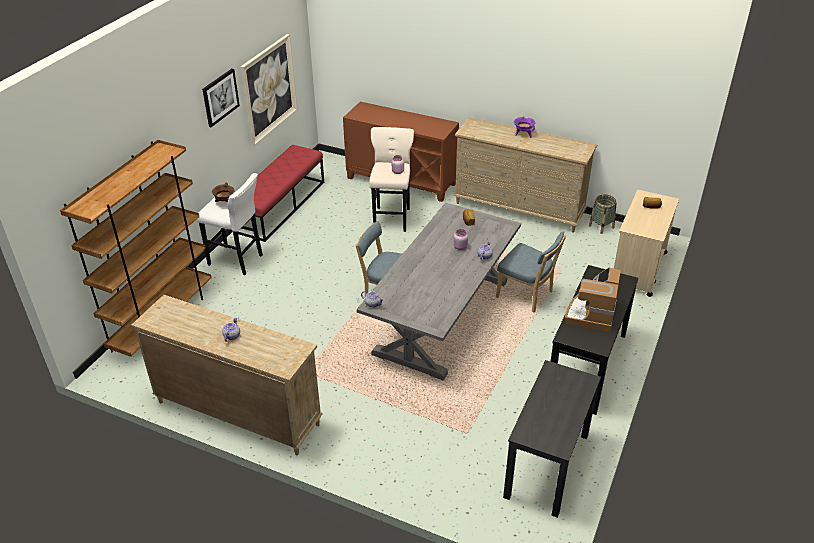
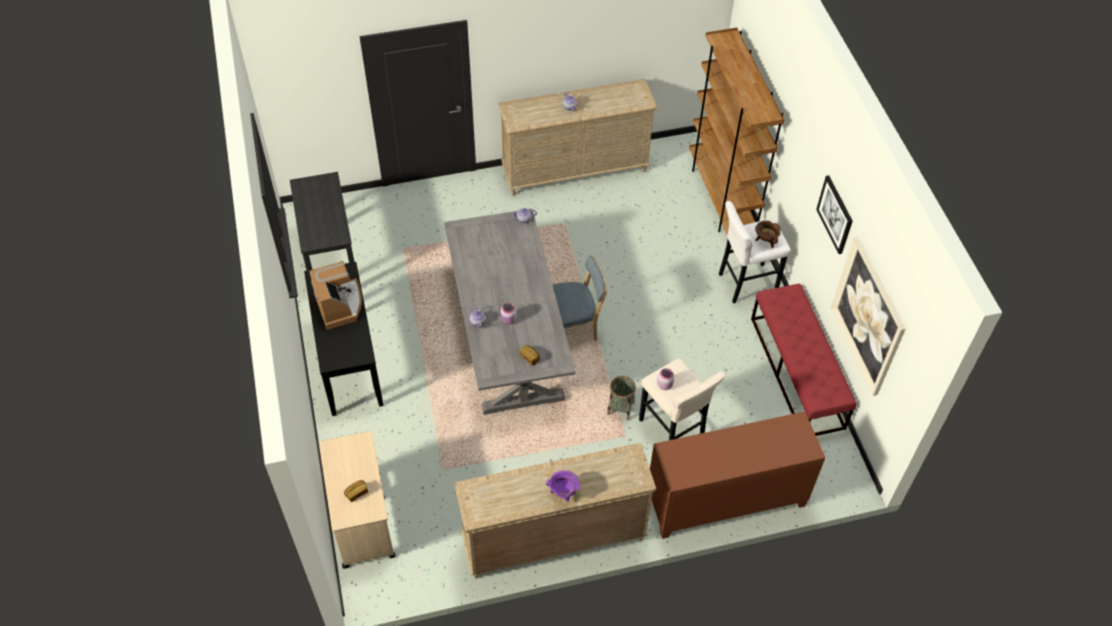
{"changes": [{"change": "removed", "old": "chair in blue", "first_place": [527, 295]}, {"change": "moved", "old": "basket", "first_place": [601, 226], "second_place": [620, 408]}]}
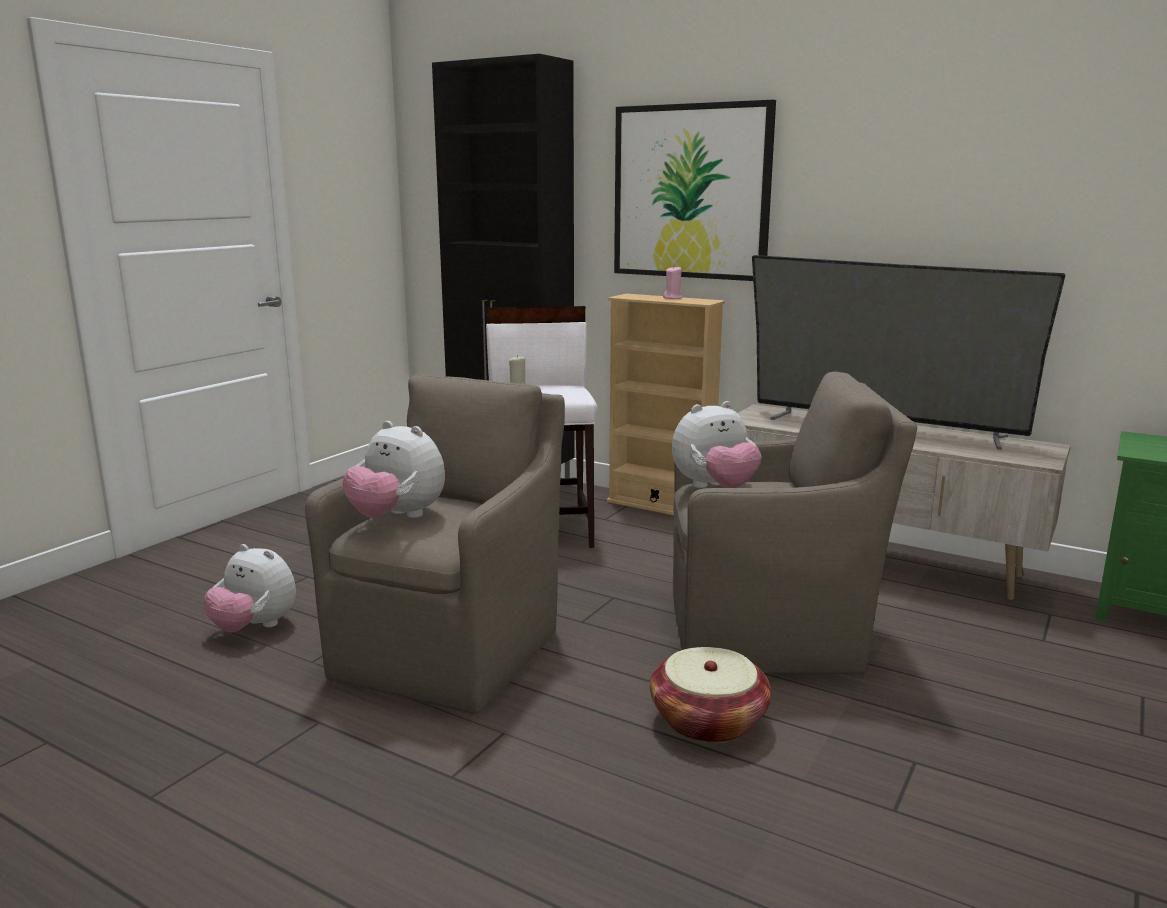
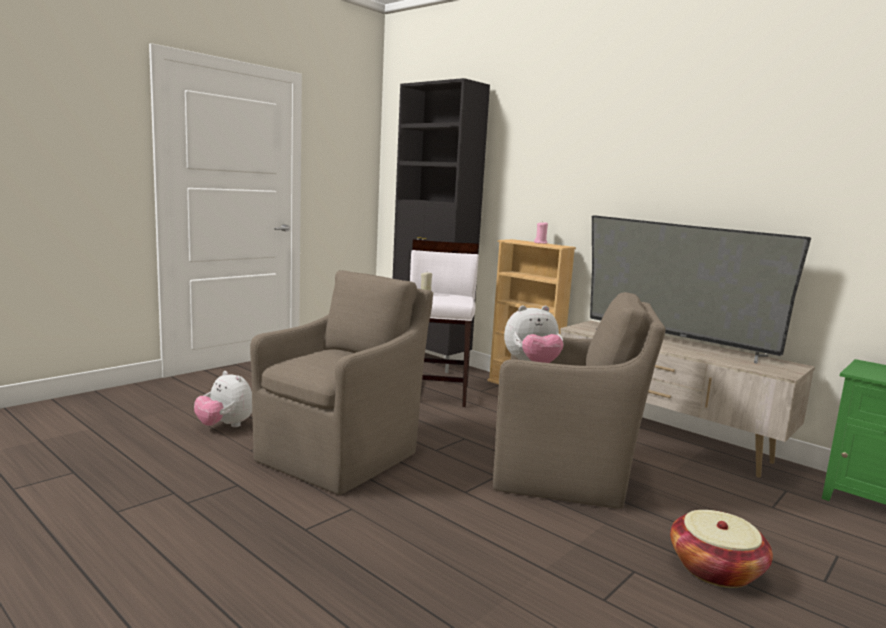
{"changes": [{"change": "removed", "old": "plush toy", "first_place": [397, 517]}, {"change": "removed", "old": "picture", "first_place": [691, 192]}, {"change": "moved", "old": "basket", "first_place": [708, 721], "second_place": [715, 569]}]}
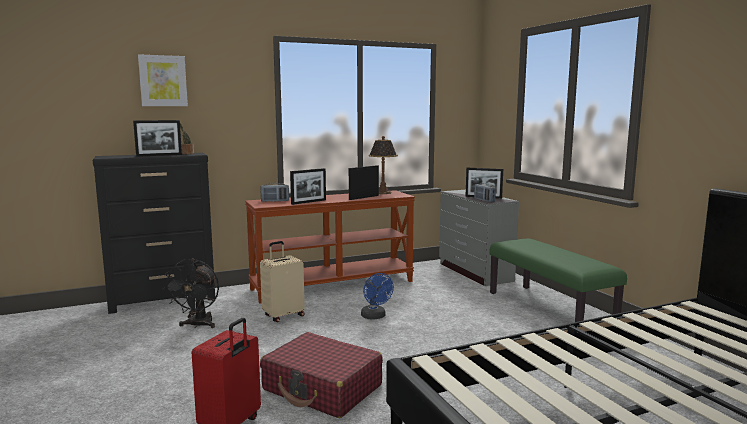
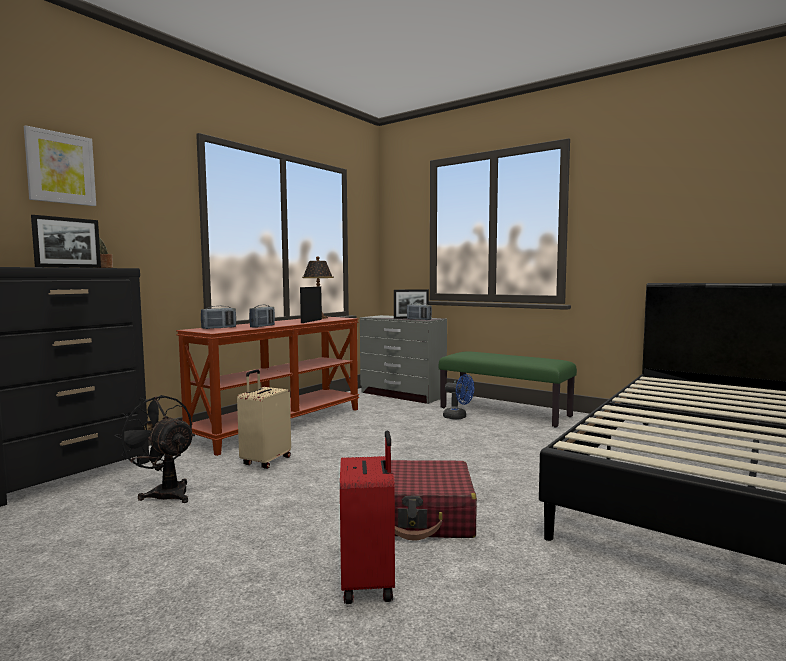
{"changes": [{"change": "turned", "old": "fan in black", "first_place": [198, 325], "second_place": [165, 492], "degrees": 150}, {"change": "replaced", "old": "picture frame", "new": "radio", "first_place": [308, 202], "second_place": [262, 326]}, {"change": "moved", "old": "fan in blue", "first_place": [375, 317], "second_place": [458, 417]}]}
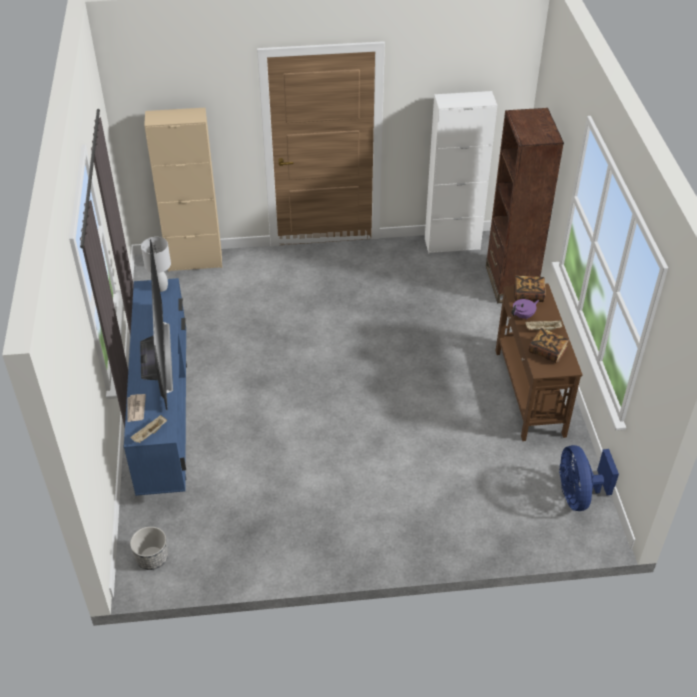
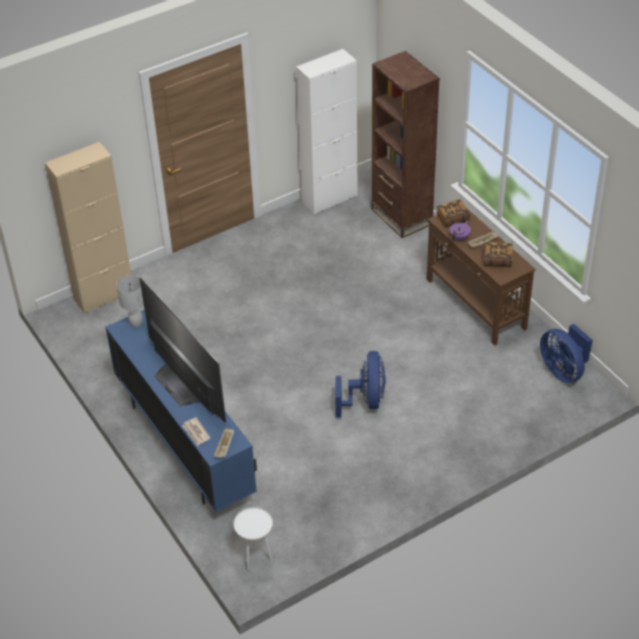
{"changes": [{"change": "replaced", "old": "planter", "new": "side table in white", "first_place": [152, 558], "second_place": [256, 559]}, {"change": "added", "new": "fan in blue", "second_place": [365, 401]}]}
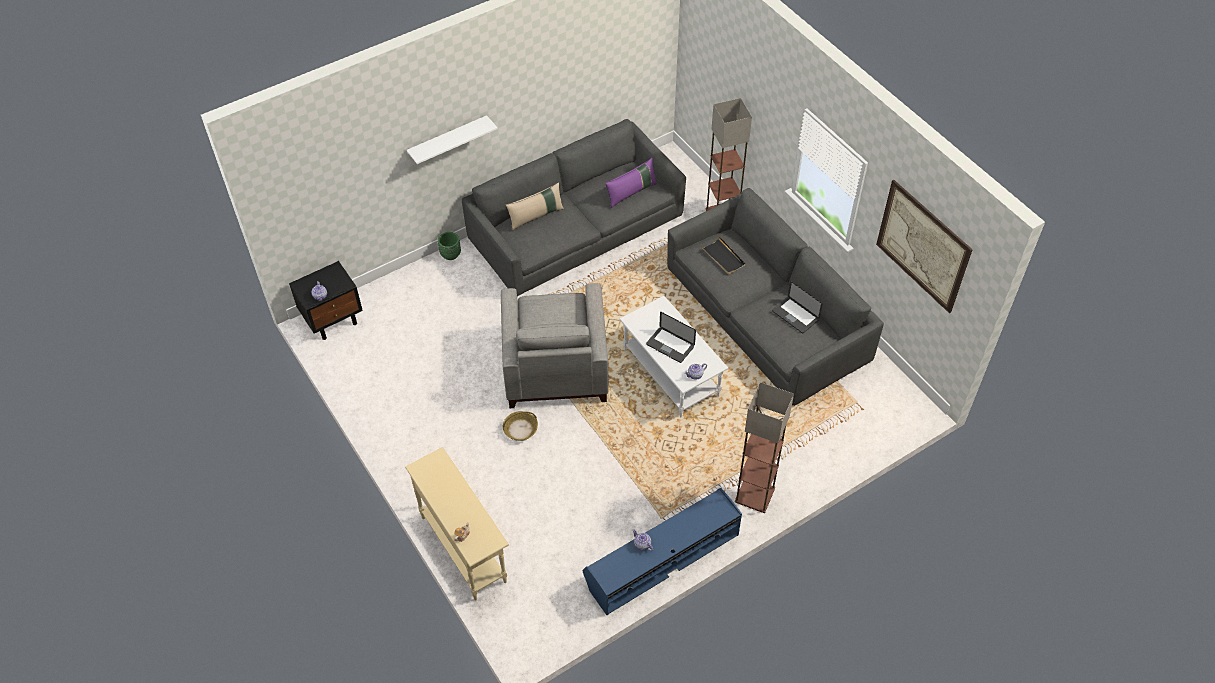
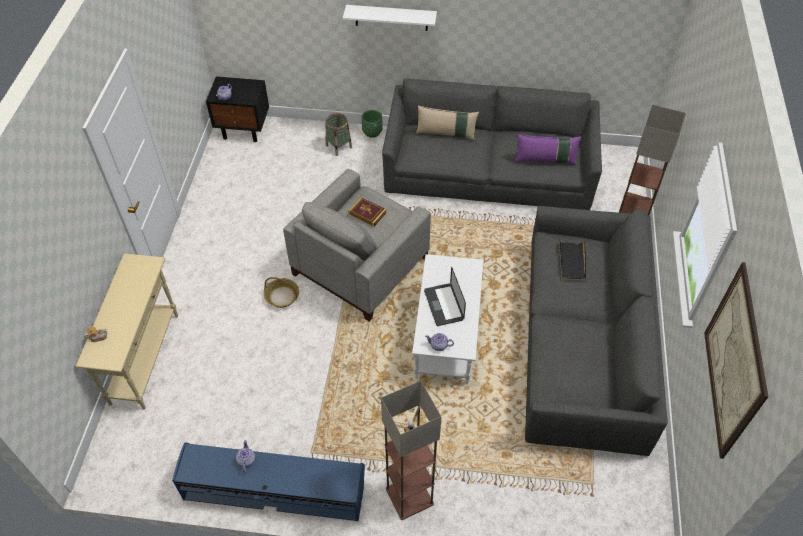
{"changes": [{"change": "removed", "old": "laptop", "first_place": [795, 315]}, {"change": "added", "new": "basket", "second_place": [338, 146]}, {"change": "added", "new": "book", "second_place": [367, 213]}]}
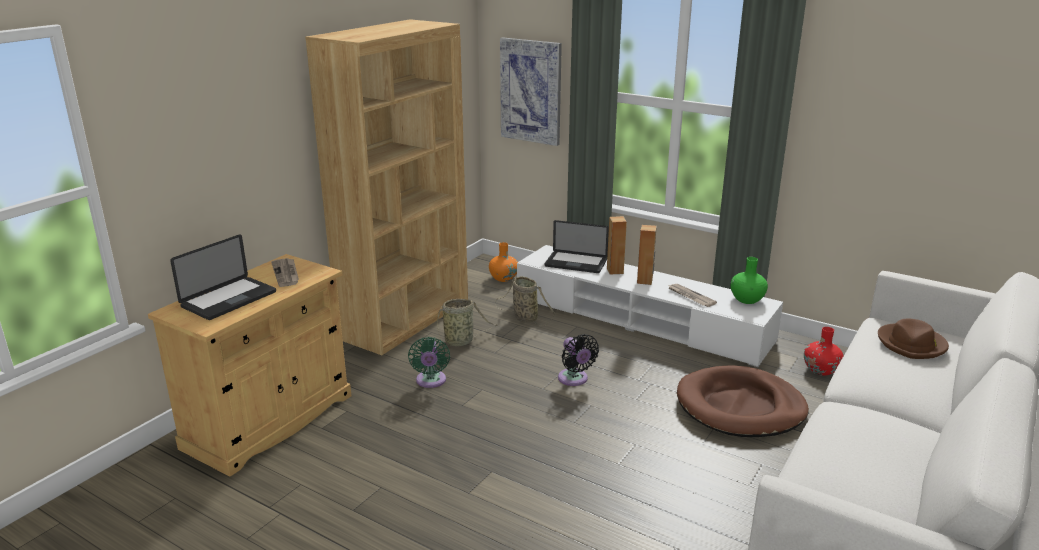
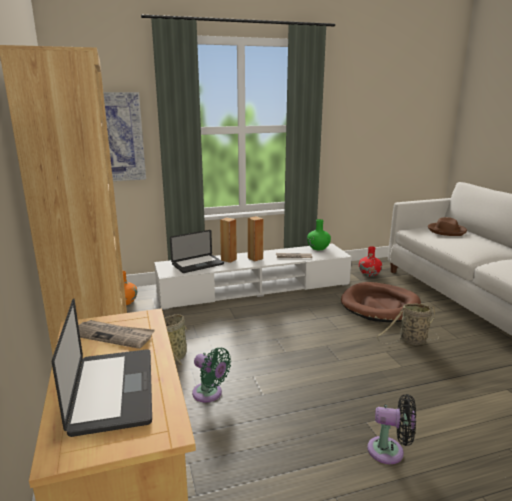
{"changes": [{"change": "moved", "old": "basket", "first_place": [524, 318], "second_place": [411, 341]}, {"change": "moved", "old": "fan in black", "first_place": [574, 379], "second_place": [389, 451]}]}
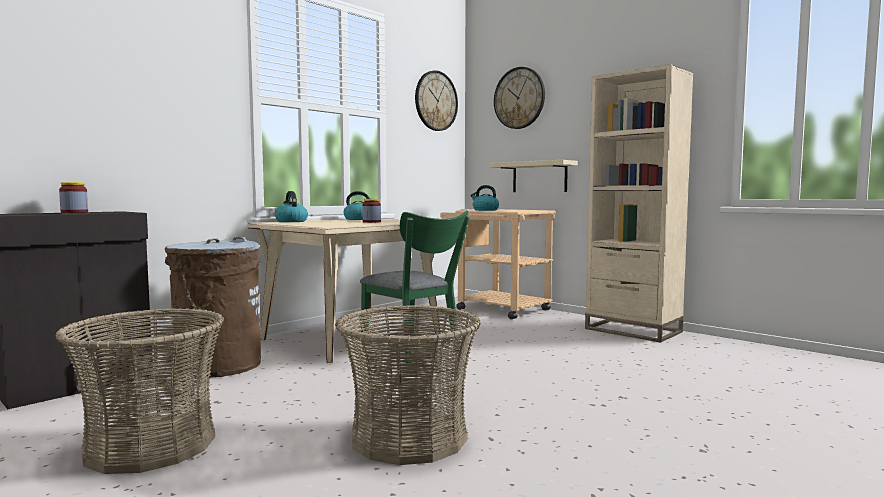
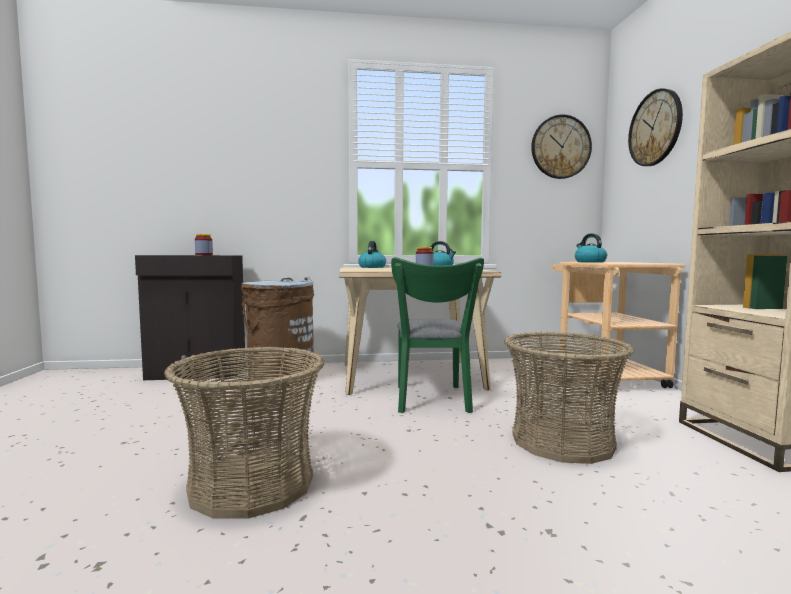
{"changes": [{"change": "moved", "old": "basket", "first_place": [151, 445], "second_place": [562, 441]}, {"change": "removed", "old": "shelf in beige", "first_place": [539, 177]}]}
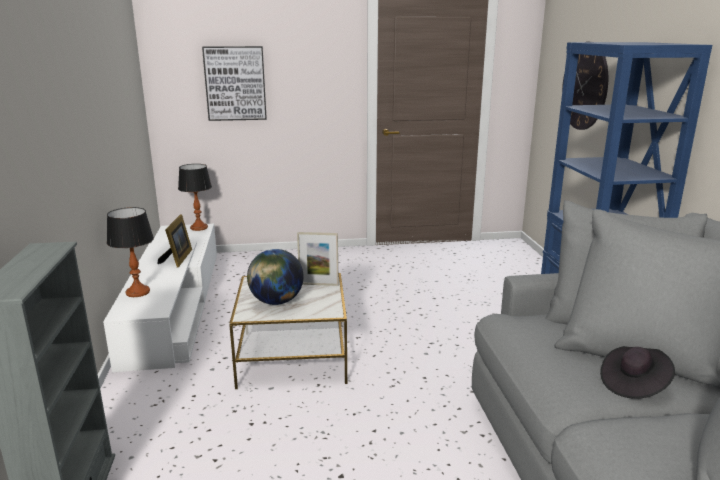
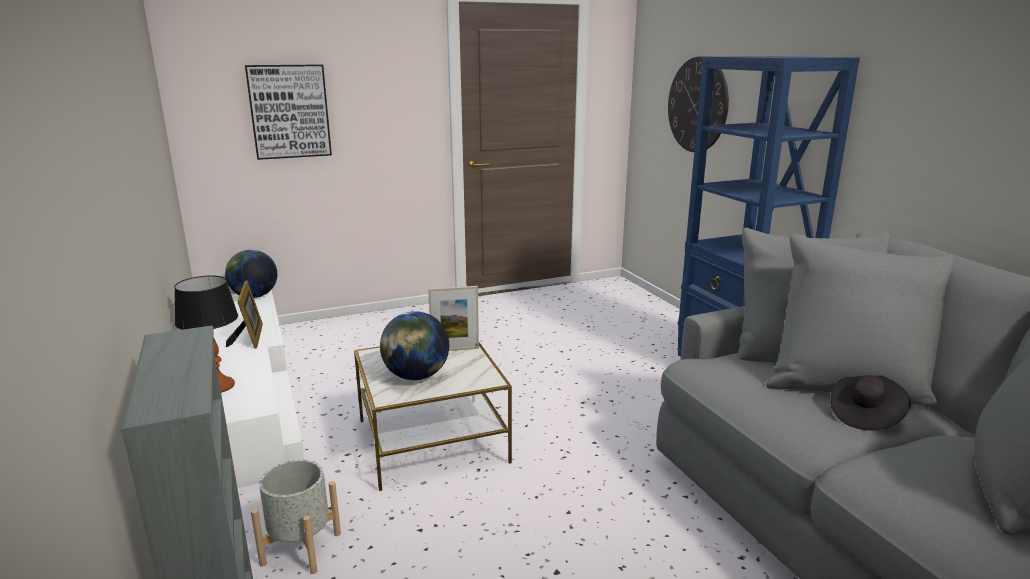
{"changes": [{"change": "replaced", "old": "table lamp", "new": "globe", "first_place": [198, 227], "second_place": [254, 296]}, {"change": "added", "new": "planter in grey", "second_place": [301, 549]}]}
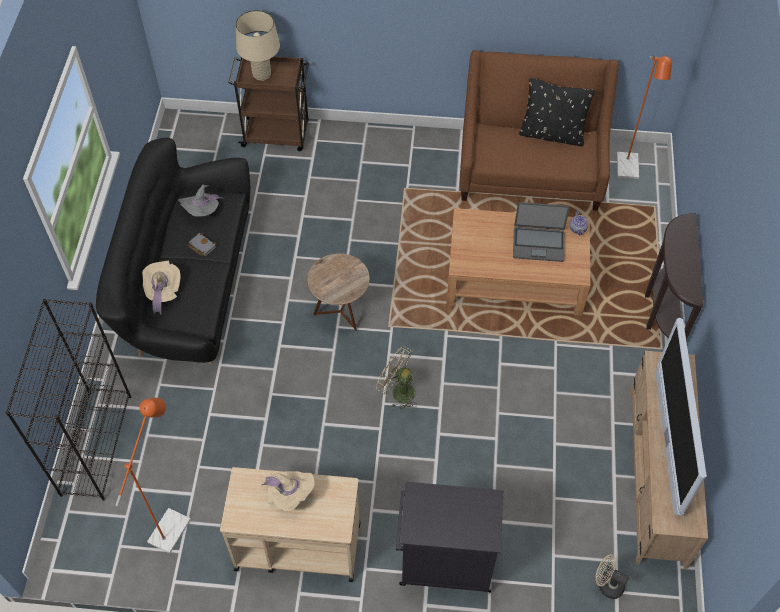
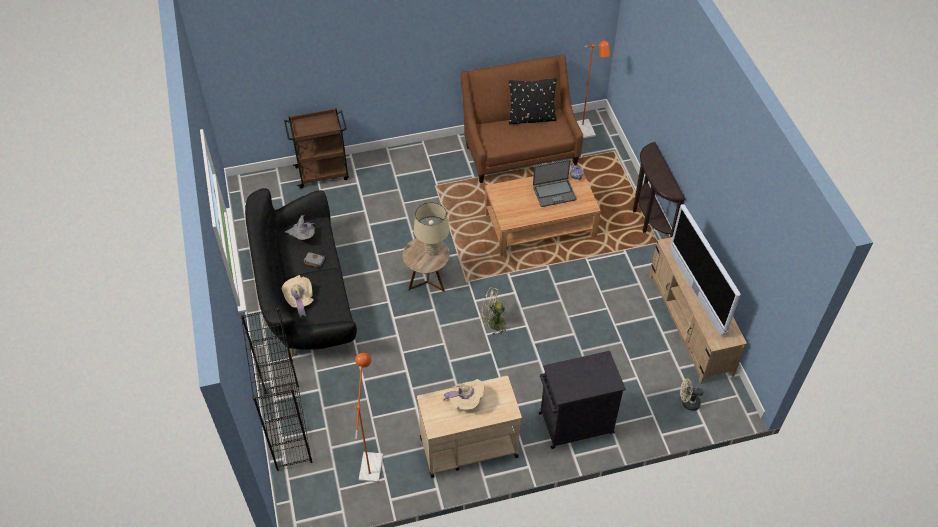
{"changes": [{"change": "moved", "old": "table lamp in beige", "first_place": [262, 75], "second_place": [432, 250]}]}
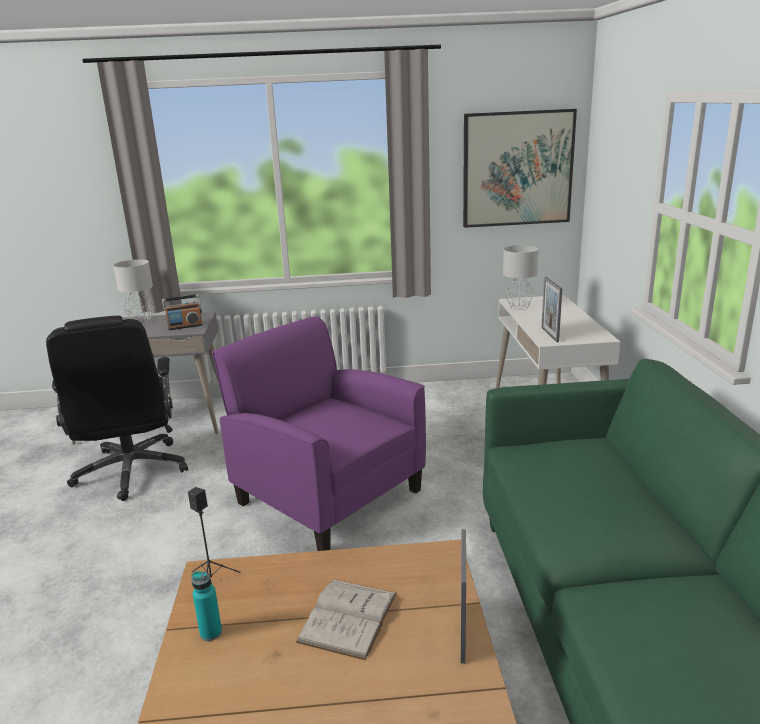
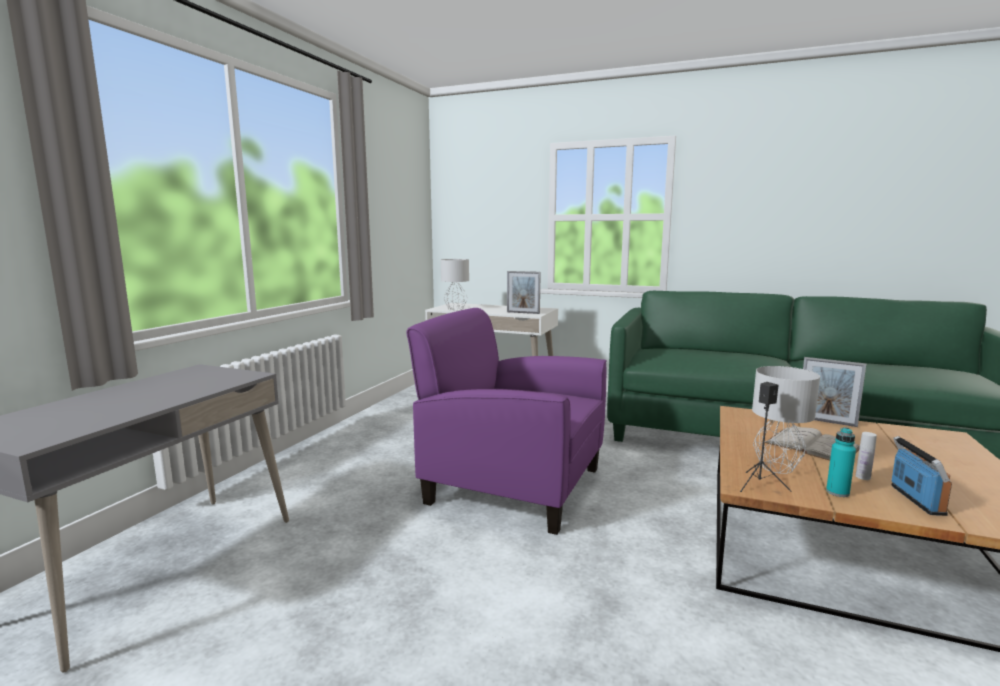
{"changes": [{"change": "removed", "old": "office chair in black", "first_place": [131, 471]}, {"change": "moved", "old": "table lamp in grey", "first_place": [140, 320], "second_place": [777, 468]}, {"change": "moved", "old": "radio", "first_place": [185, 326], "second_place": [916, 500]}, {"change": "turned", "old": "armchair in purple", "first_place": [327, 495], "second_place": [512, 485], "degrees": 45}, {"change": "removed", "old": "picture", "first_place": [517, 169]}, {"change": "added", "new": "bottle in white", "second_place": [863, 477]}]}
